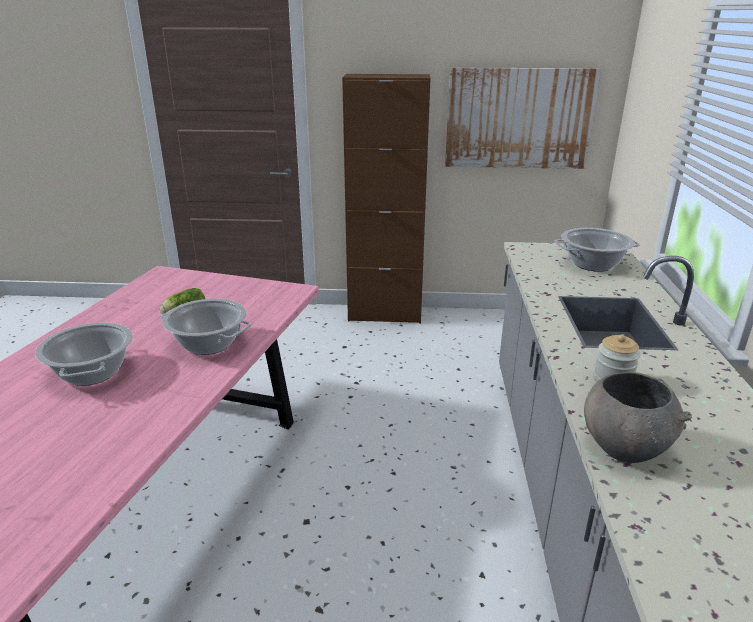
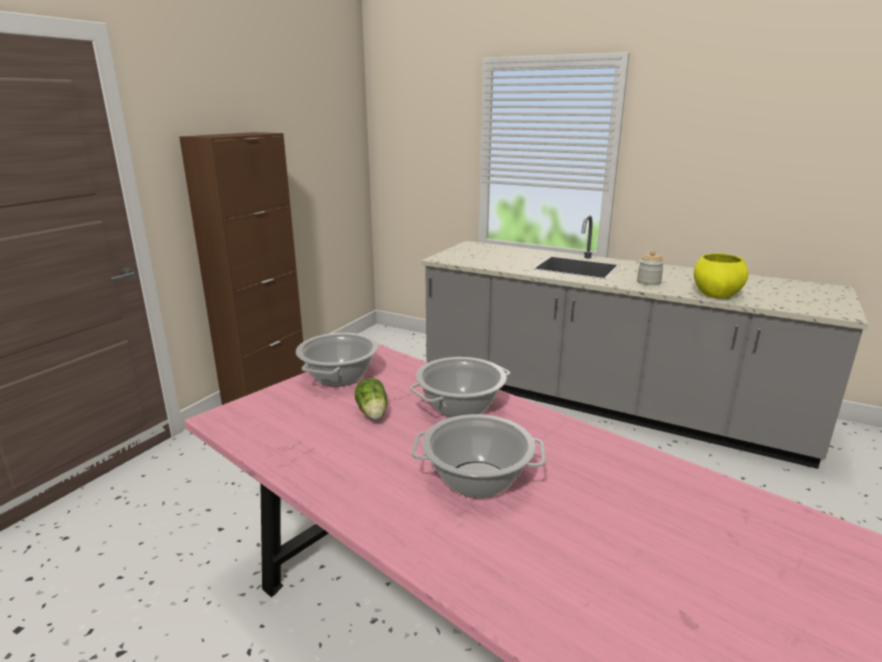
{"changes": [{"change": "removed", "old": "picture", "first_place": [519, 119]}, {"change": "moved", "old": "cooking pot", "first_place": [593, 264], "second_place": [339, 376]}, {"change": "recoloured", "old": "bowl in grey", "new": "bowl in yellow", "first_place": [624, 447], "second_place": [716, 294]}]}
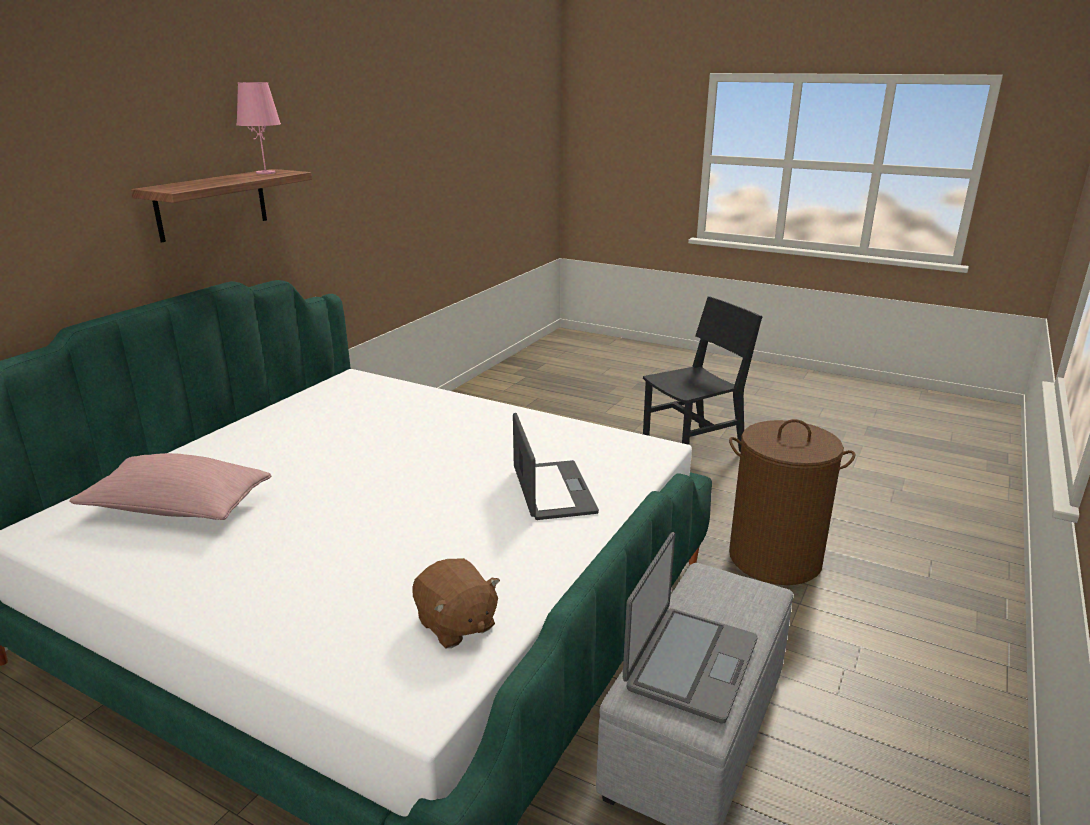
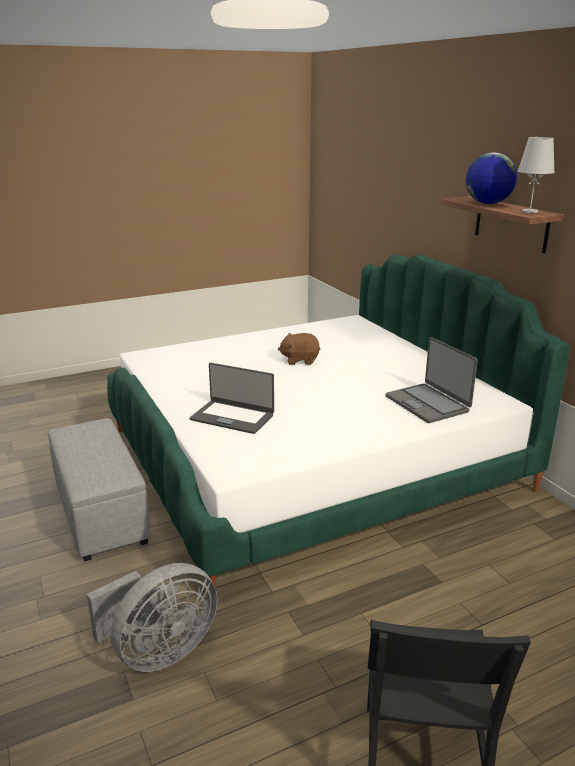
{"changes": [{"change": "removed", "old": "pillow in pink", "first_place": [178, 509]}, {"change": "recoloured", "old": "table lamp in pink", "new": "table lamp in white", "first_place": [266, 173], "second_place": [530, 211]}, {"change": "moved", "old": "plush toy in brown", "first_place": [455, 625], "second_place": [300, 360]}, {"change": "moved", "old": "laptop", "first_place": [690, 663], "second_place": [427, 404]}, {"change": "replaced", "old": "laundry basket in brown", "new": "fan in grey", "first_place": [774, 559], "second_place": [159, 651]}, {"change": "added", "new": "globe", "second_place": [487, 203]}]}
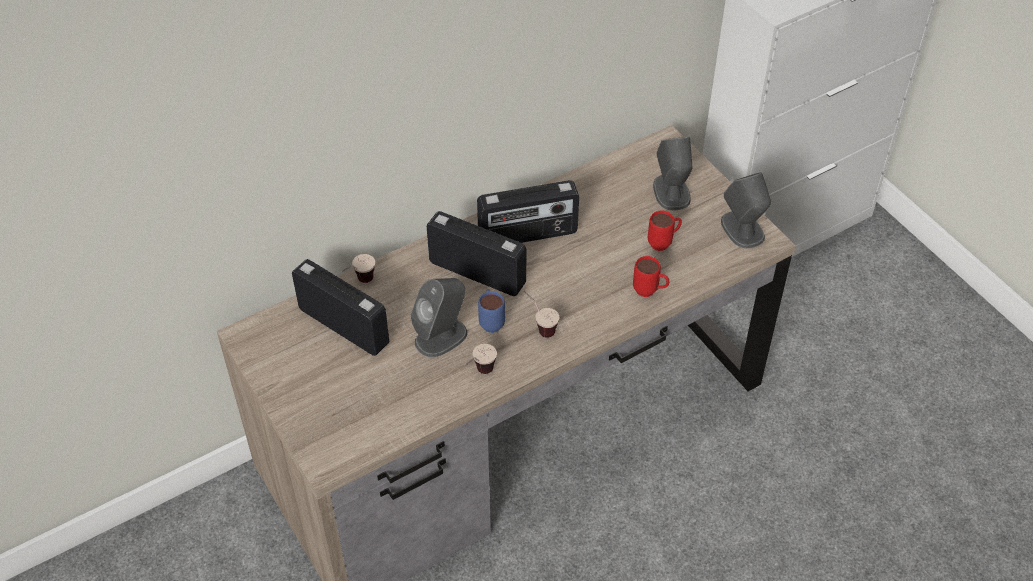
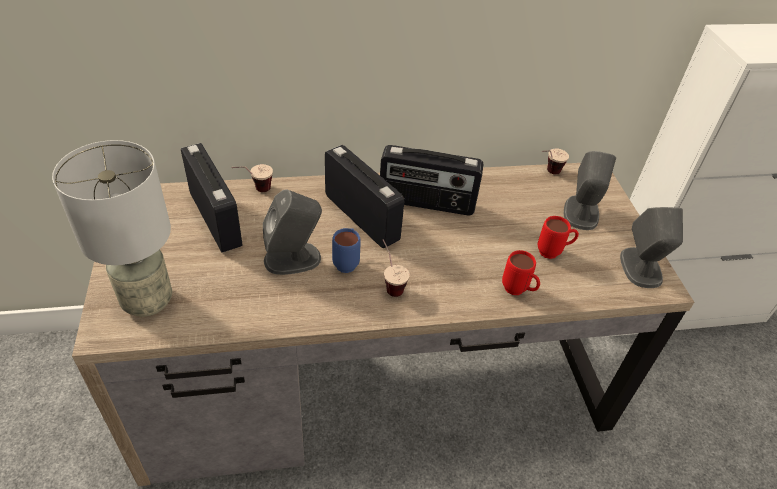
{"changes": [{"change": "moved", "old": "cup", "first_place": [479, 374], "second_place": [547, 173]}, {"change": "added", "new": "table lamp in grey", "second_place": [148, 301]}]}
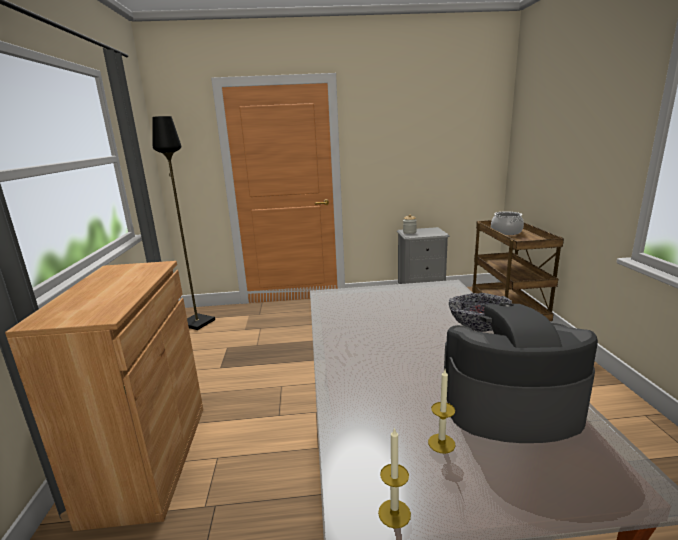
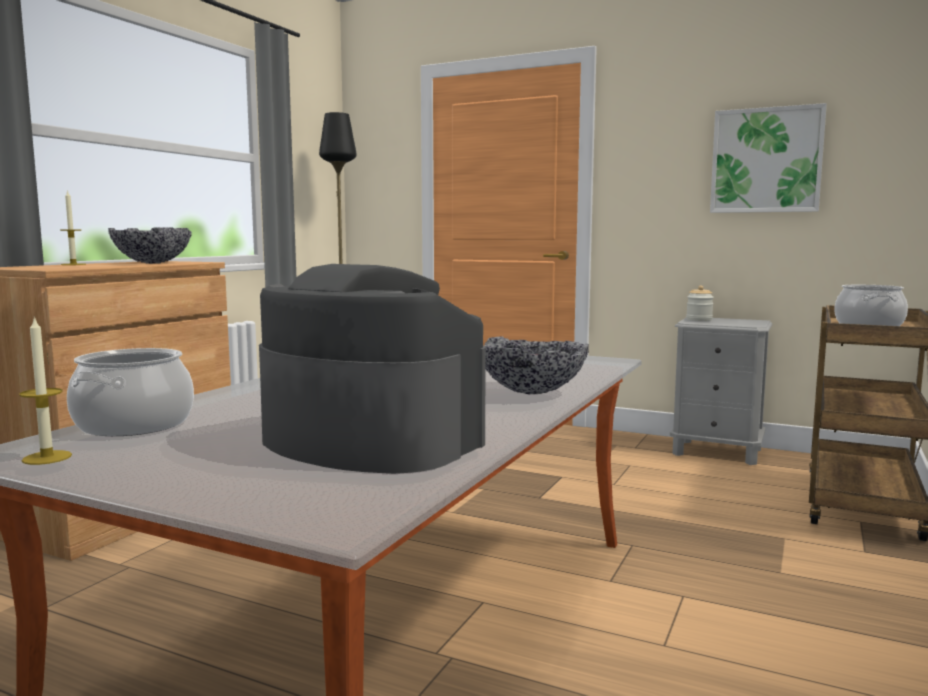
{"changes": [{"change": "moved", "old": "candle", "first_place": [441, 443], "second_place": [73, 264]}, {"change": "added", "new": "cooking pot", "second_place": [135, 425]}, {"change": "added", "new": "bowl", "second_place": [153, 263]}, {"change": "added", "new": "picture", "second_place": [766, 160]}]}
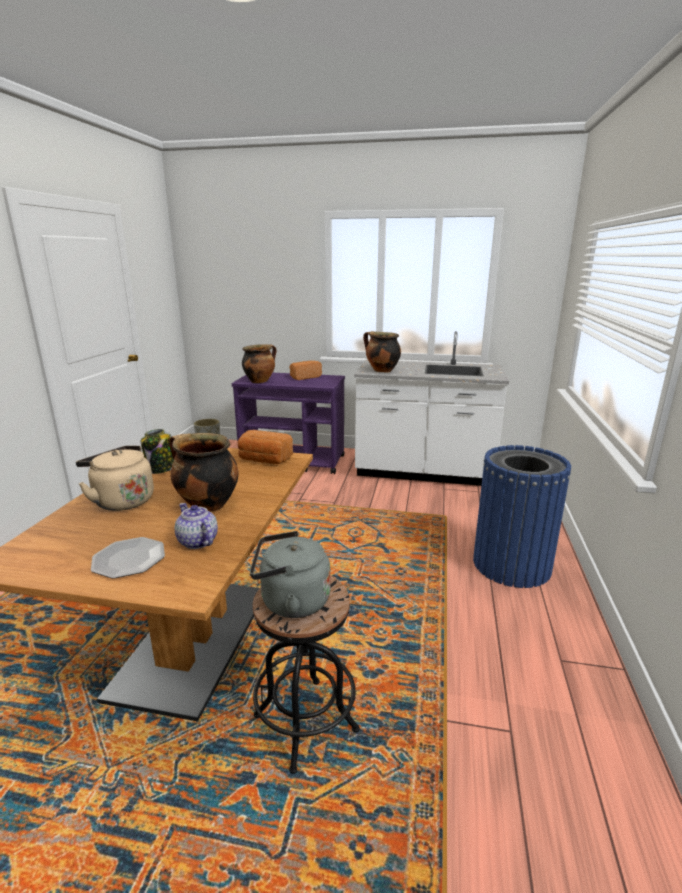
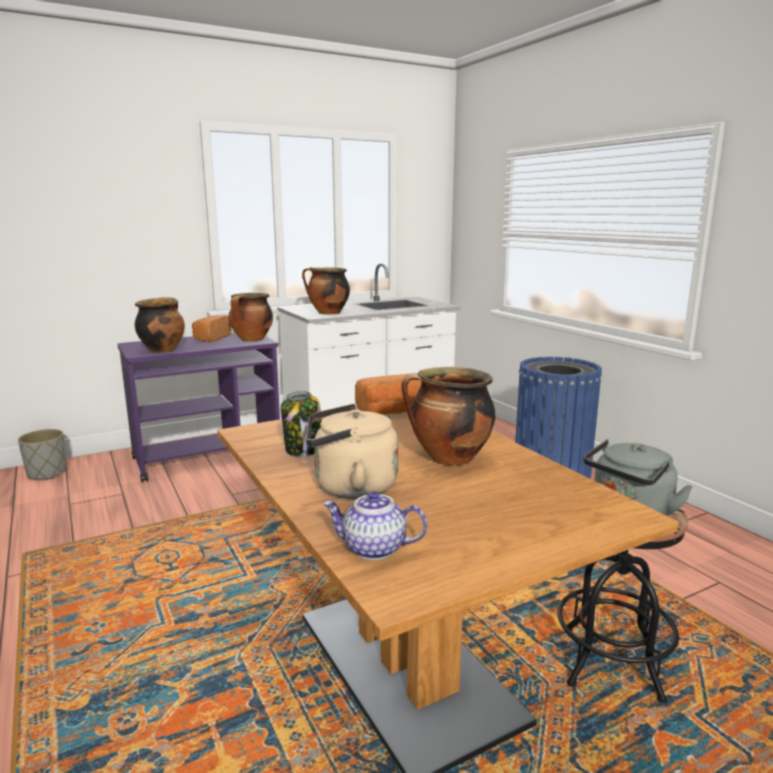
{"changes": [{"change": "removed", "old": "plate", "first_place": [129, 559]}, {"change": "moved", "old": "teapot", "first_place": [197, 541], "second_place": [373, 549]}, {"change": "added", "new": "cooking pot", "second_place": [252, 340]}]}
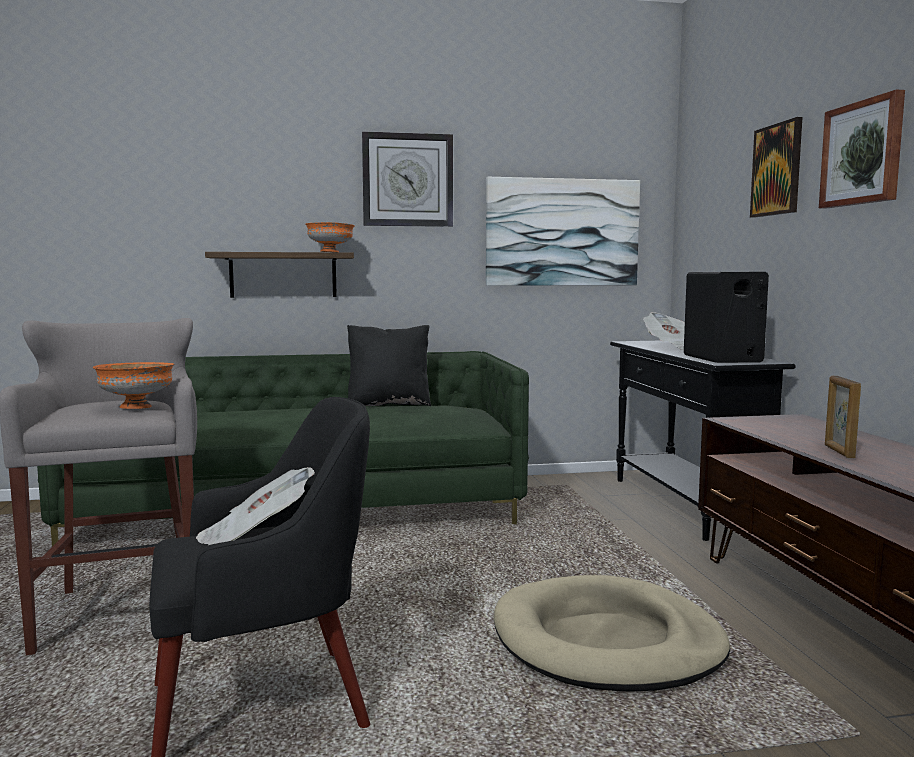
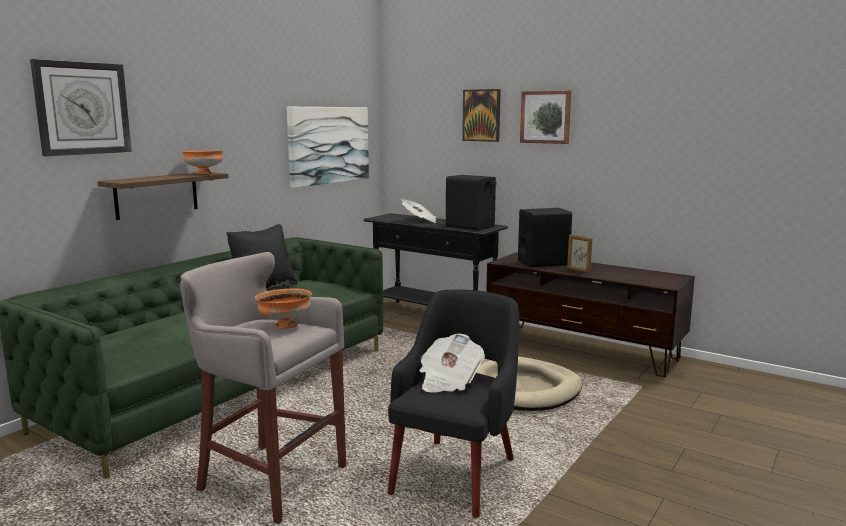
{"changes": [{"change": "moved", "old": "wall clock", "first_place": [407, 180], "second_place": [82, 108]}, {"change": "added", "new": "speaker in black", "second_place": [543, 263]}]}
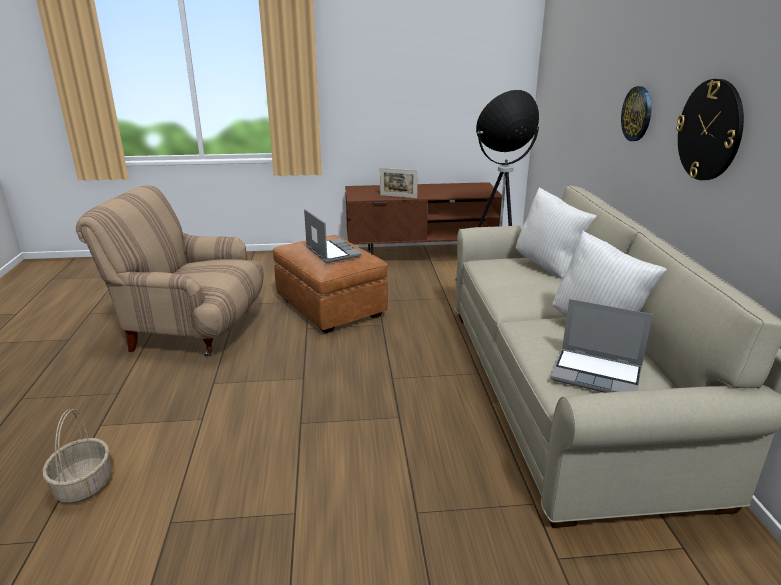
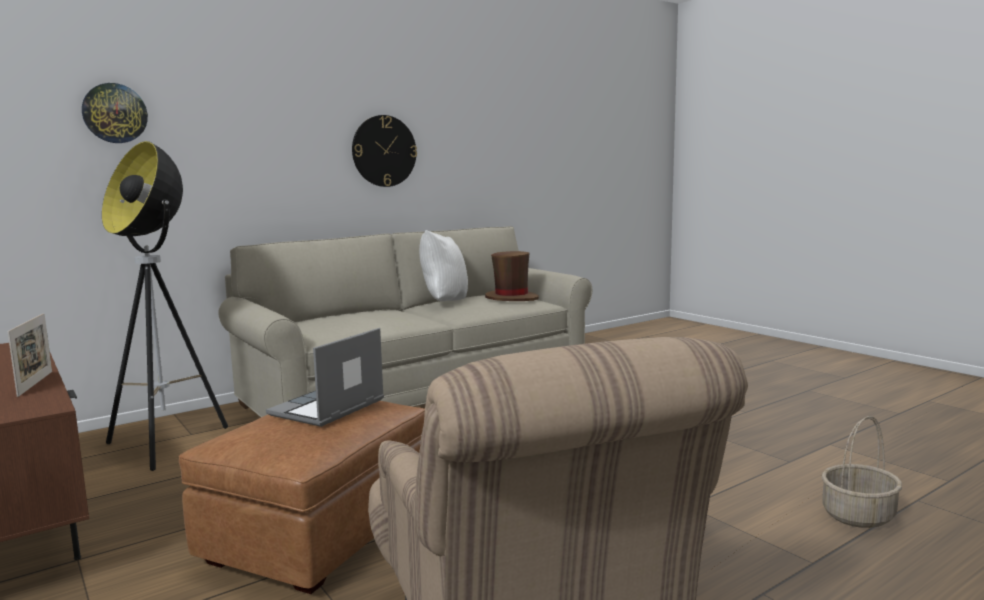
{"changes": [{"change": "removed", "old": "pillow in white", "first_place": [549, 267]}, {"change": "replaced", "old": "laptop", "new": "hat in brown", "first_place": [597, 374], "second_place": [511, 298]}, {"change": "moved", "old": "wall clock", "first_place": [637, 114], "second_place": [115, 113]}]}
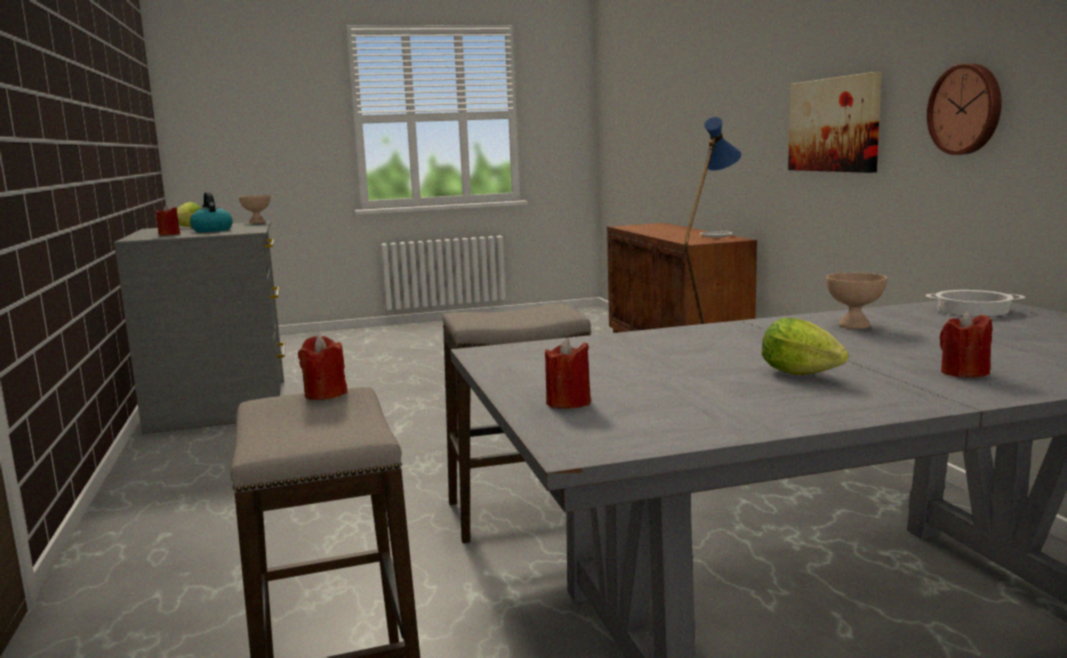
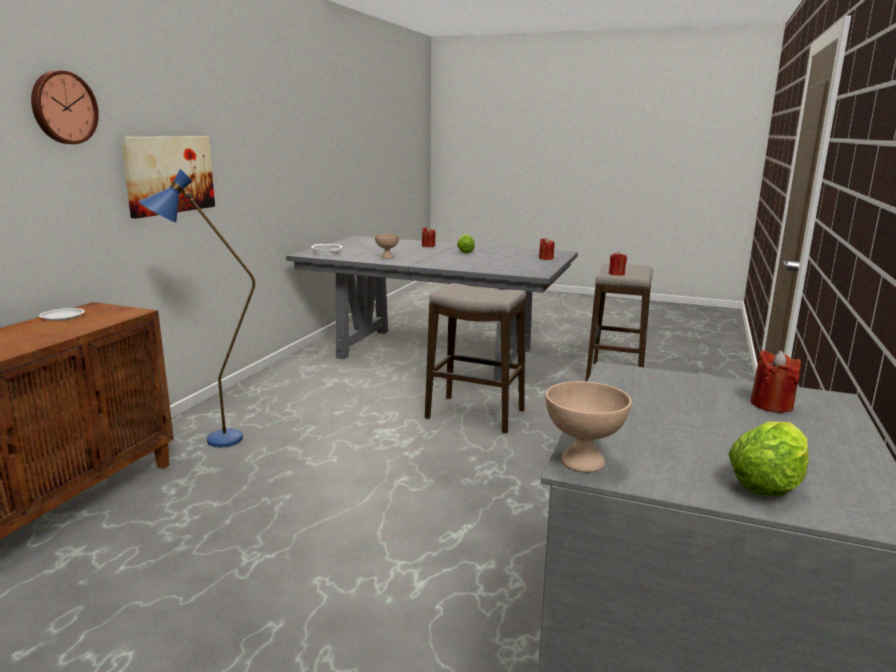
{"changes": [{"change": "removed", "old": "kettle", "first_place": [212, 230]}, {"change": "moved", "old": "wall clock", "first_place": [966, 109], "second_place": [63, 107]}]}
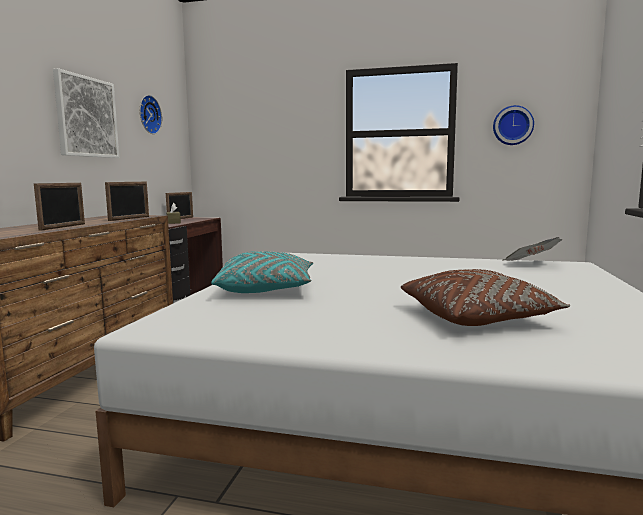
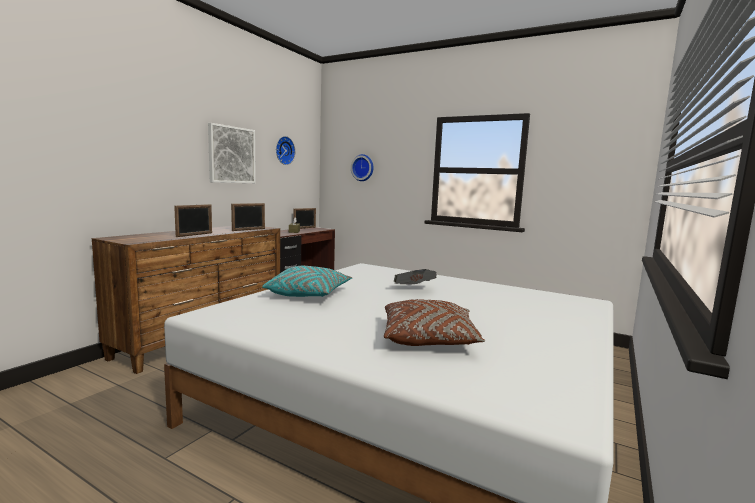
{"changes": [{"change": "moved", "old": "wall clock", "first_place": [512, 125], "second_place": [363, 168]}, {"change": "moved", "old": "newspaper", "first_place": [530, 264], "second_place": [414, 289]}]}
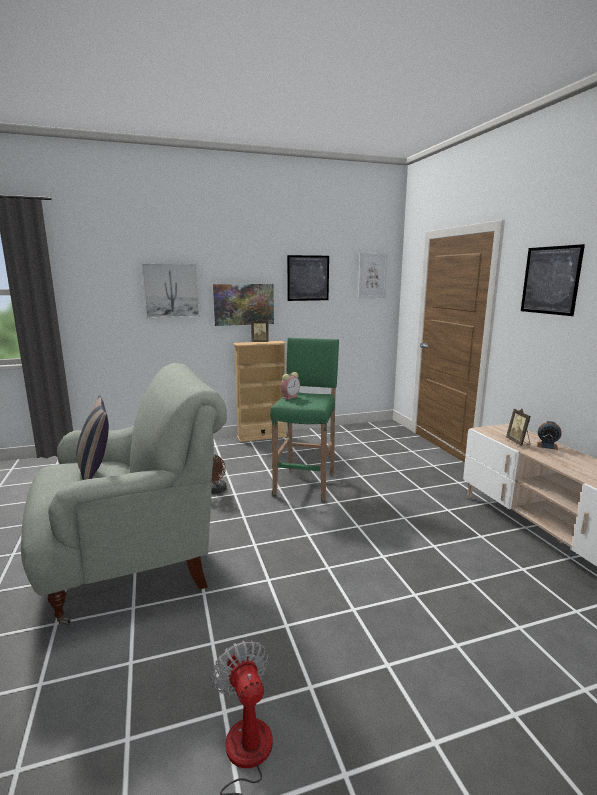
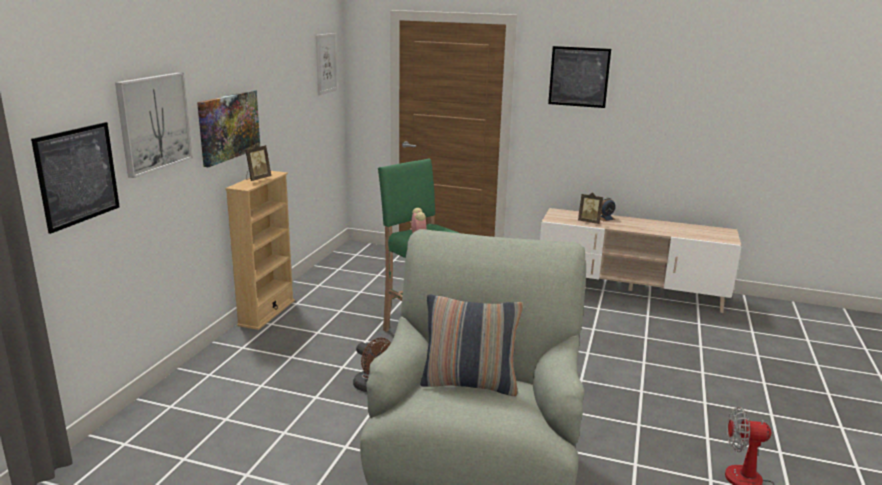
{"changes": [{"change": "moved", "old": "picture", "first_place": [308, 278], "second_place": [78, 175]}]}
